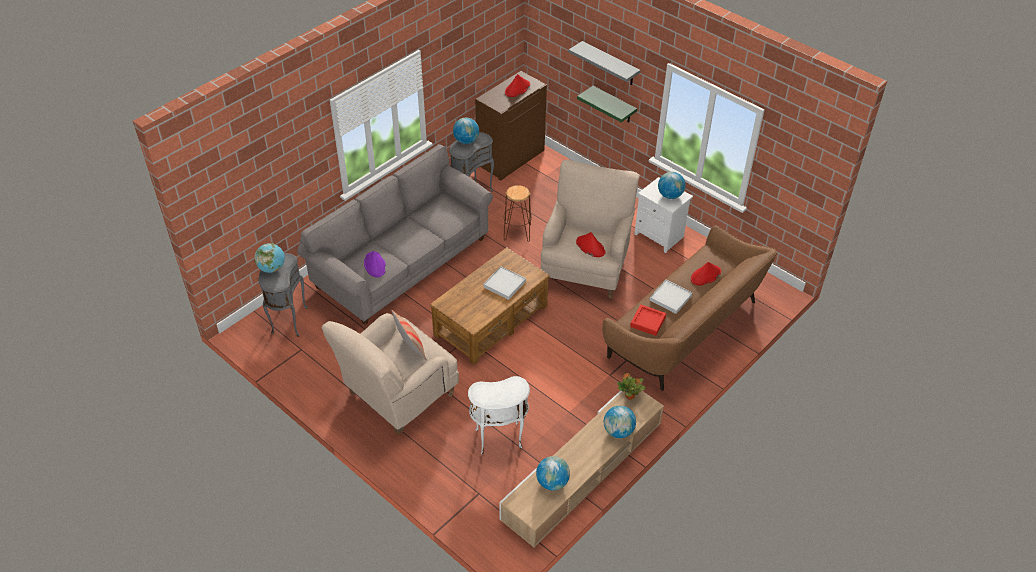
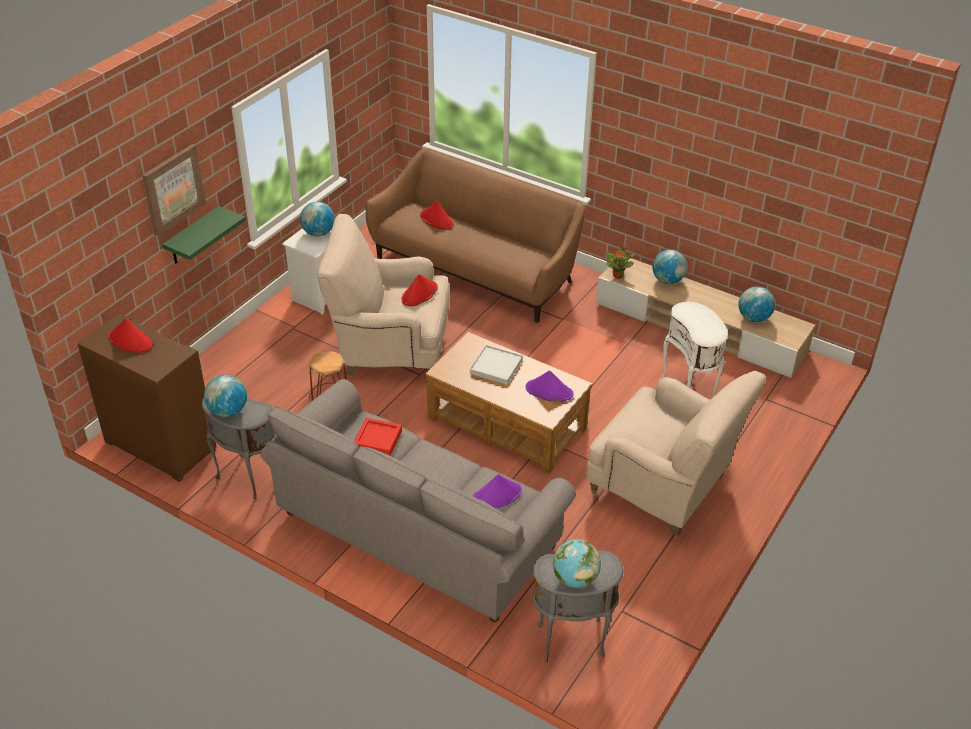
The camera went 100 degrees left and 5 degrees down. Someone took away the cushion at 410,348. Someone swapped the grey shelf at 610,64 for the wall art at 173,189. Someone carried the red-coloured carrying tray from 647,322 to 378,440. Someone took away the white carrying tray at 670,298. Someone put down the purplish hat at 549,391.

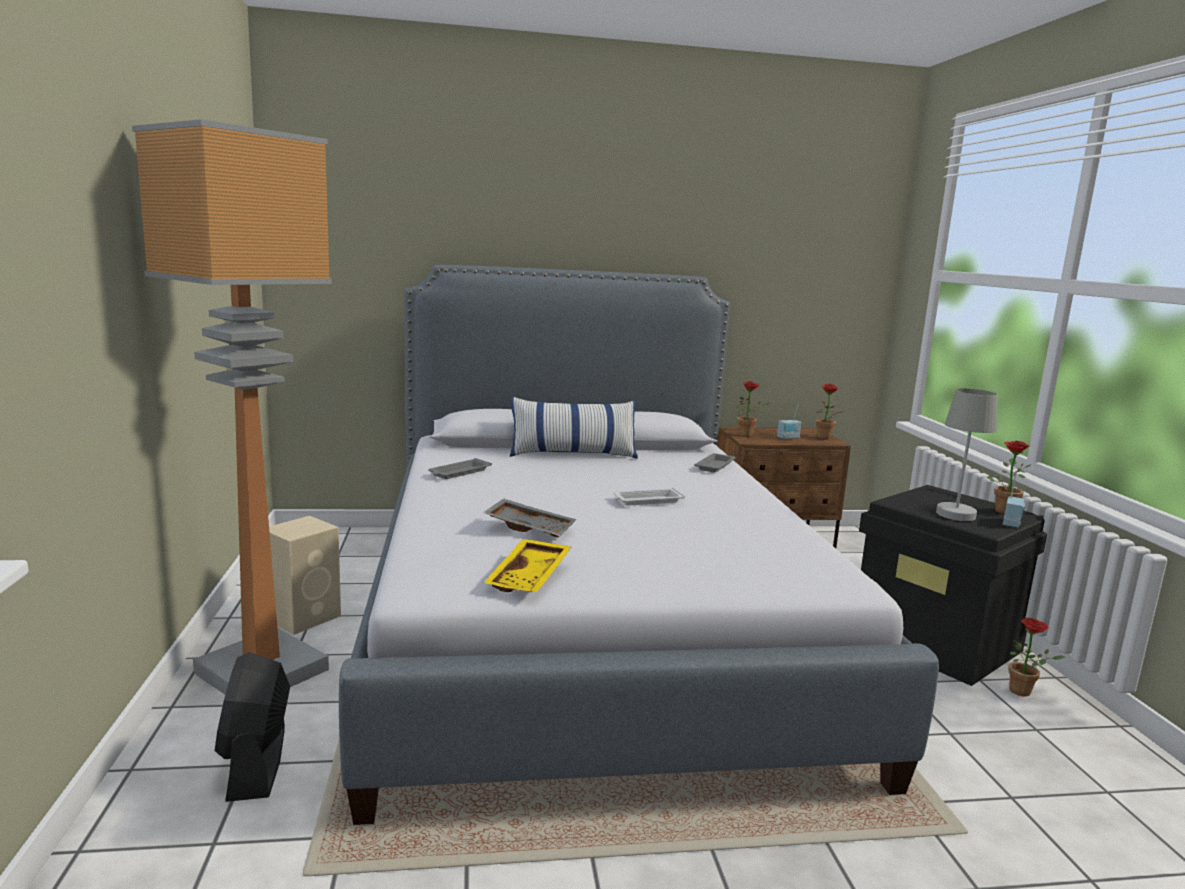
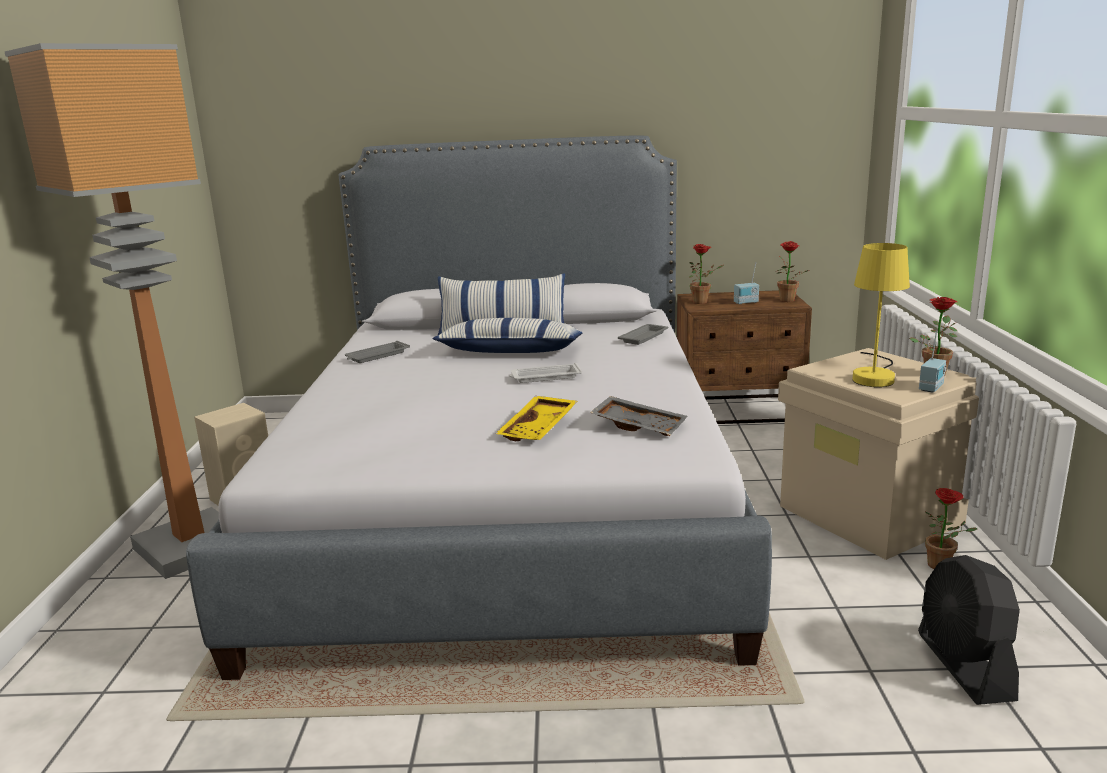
The camera went 10 degrees right and 5 degrees up. Someone carried the black cooling fan from 256,764 to 964,666. Someone carried the grey carrying tray from 530,527 to 639,426. Someone carried the yellowish carrying tray from 530,578 to 539,429. Someone repainted the black storage box at 938,642, which became the sand-coloured storage box at 872,515. Someone repainted the grey tabletop lamp at 954,511, which became the yellowish tabletop lamp at 874,376. Someone put down the cushion at 510,352.

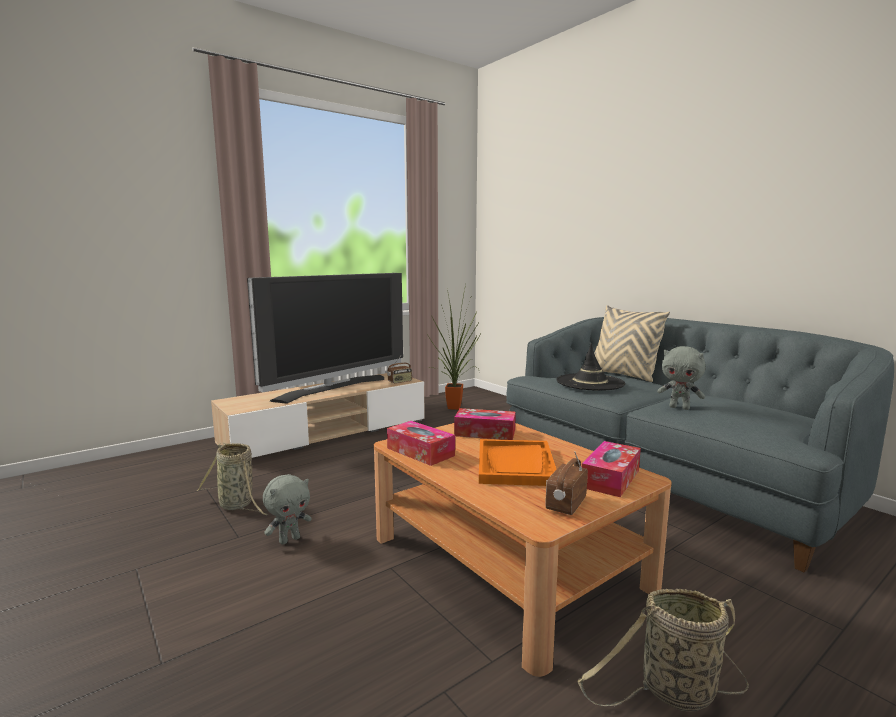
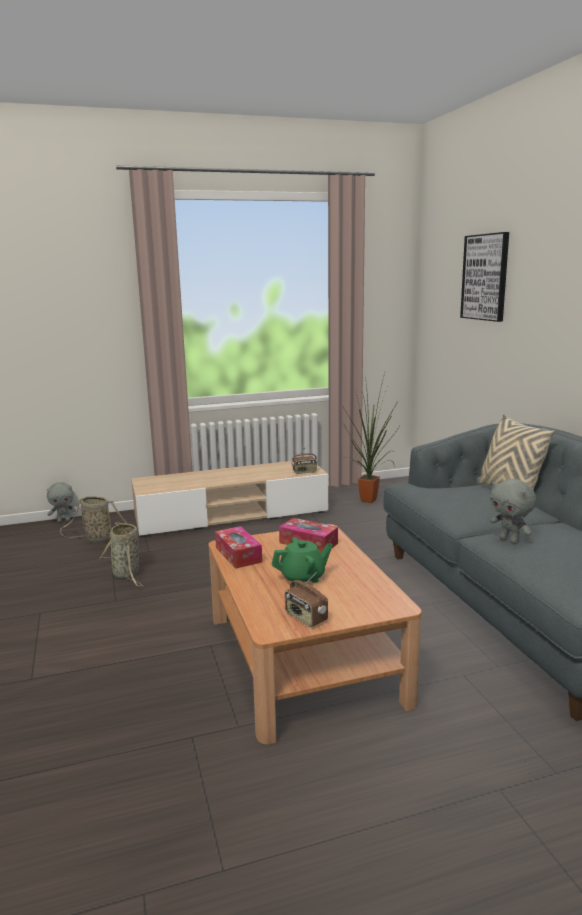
The camera went 20 degrees right and 5 degrees up. Someone took away the TV set at 333,388. Someone carried the grey soft toy from 289,539 to 64,521. Someone swapped the orange-coloured carrying tray at 515,465 for the green-coloured pot for tea at 303,578. Someone rotated the radio at 565,504 by 90 degrees counterclockwise. Someone took away the black hat at 590,382. Someone carried the household basket from 673,693 to 97,539. Someone took away the tissue holder at 610,478. Someone put up the wall art at 485,277.

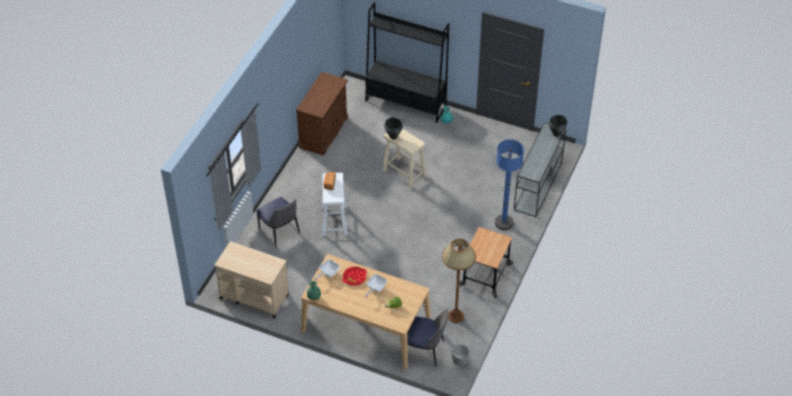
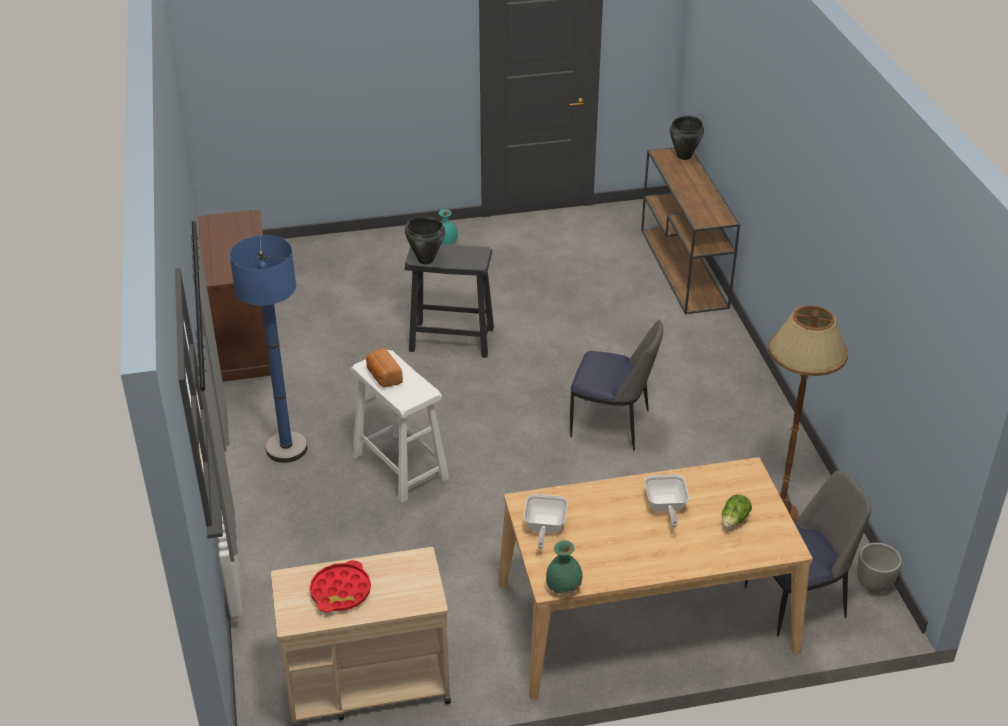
The camera went 35 degrees left and 10 degrees down. Someone carried the plain chair from 280,232 to 612,425. Someone carried the red-coloured carrying tray from 354,277 to 341,591. Someone took away the black bookcase at 405,104. Someone repainted the sand-coloured stool seat at 404,173, which became the black stool seat at 452,339. Someone took away the wheeled cart at 486,275. Someone carried the bluish floor lamp from 504,223 to 286,448. Someone repainted the grey narrow table at 538,187, which became the brown-coloured narrow table at 684,269.

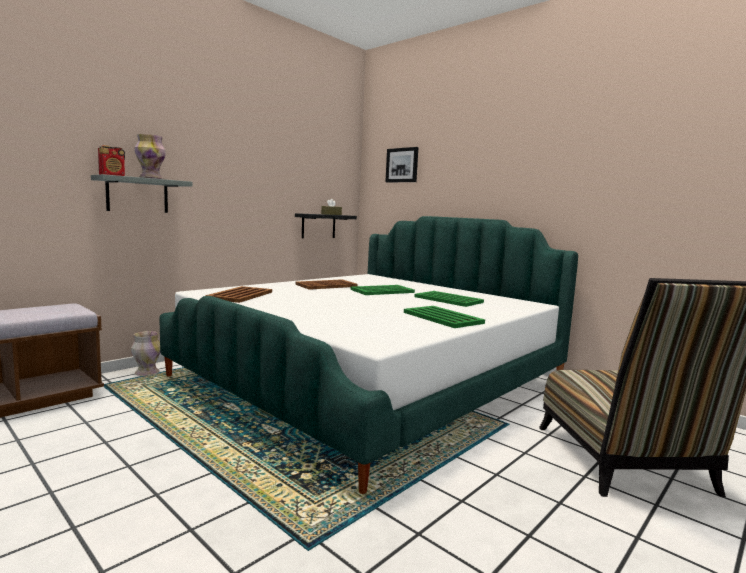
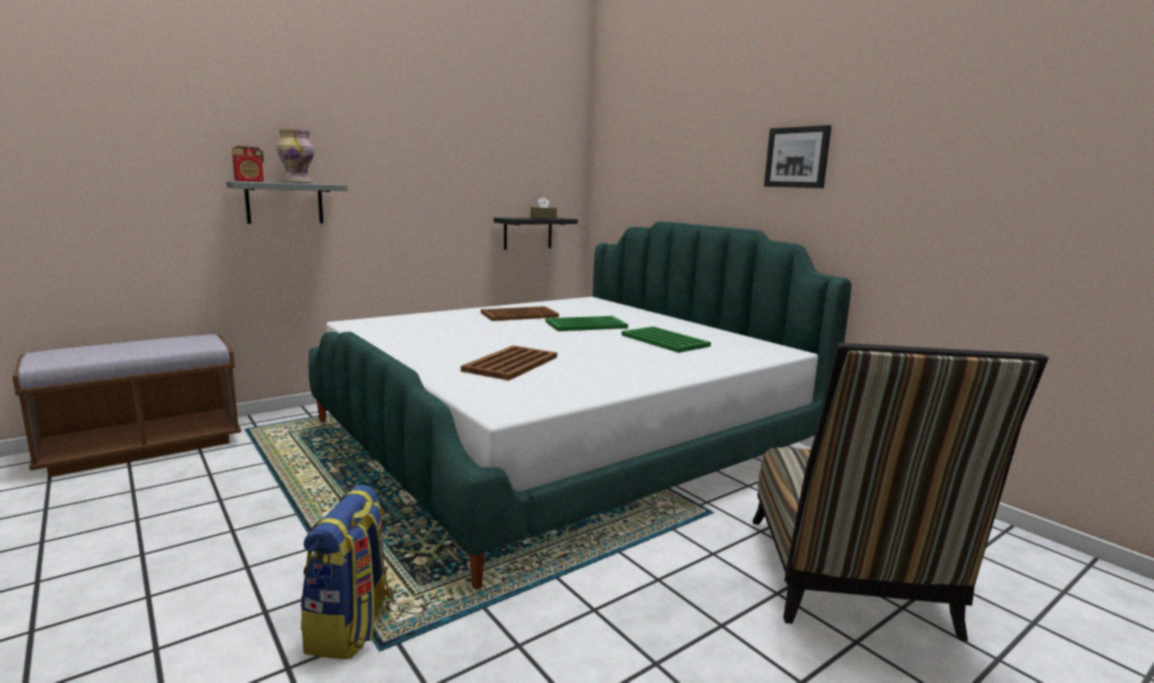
The camera went 10 degrees right and 5 degrees up. Someone took away the flower vase at 146,373. Someone carried the brown-coloured carrying tray from 240,295 to 510,364. Someone carried the wall art from 402,165 to 797,157. Someone took away the green-coloured carrying tray at 442,317. Someone put down the knapsack at 351,627.

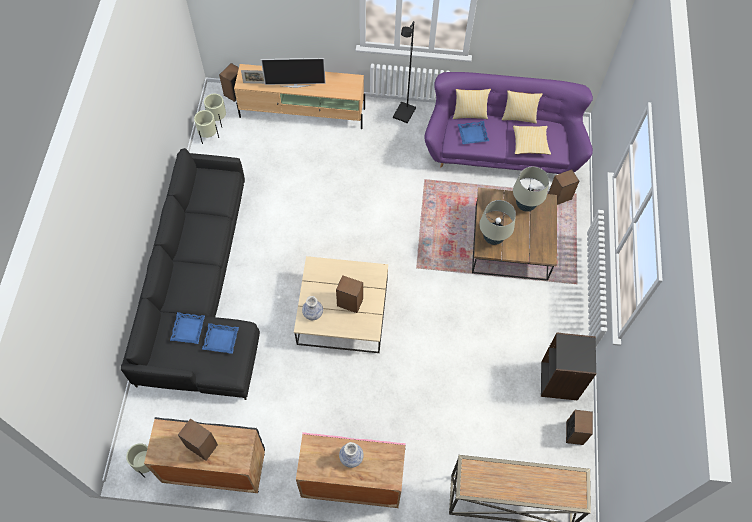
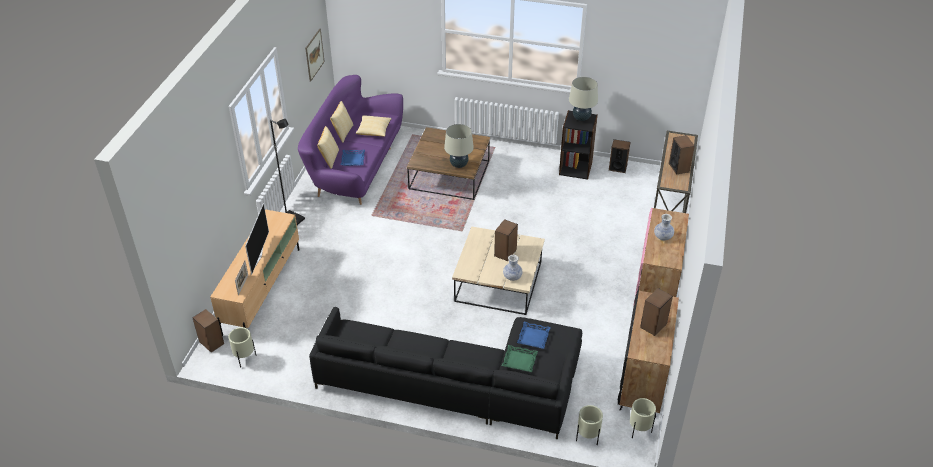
The camera went 80 degrees left and 20 degrees down. Someone repainted the bluish carrying tray at 188,329, which became the green-coloured carrying tray at 519,360. Someone carried the sand-coloured flower pot from 209,137 to 587,438. Someone carried the sand-coloured tabletop lamp from 525,205 to 581,118. Someone carried the loudspeaker from 559,197 to 679,167. Someone put up the wall art at 314,54.

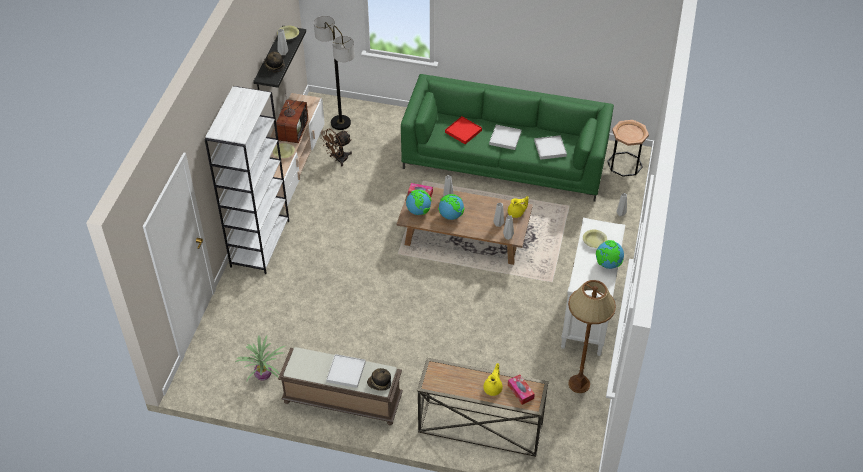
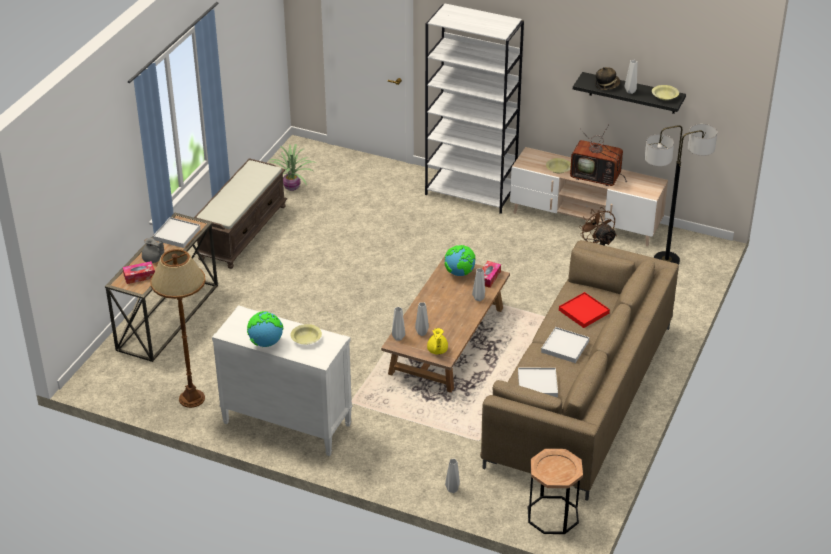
The camera went 100 degrees right and 10 degrees down. Someone carried the white carrying tray from 346,372 to 177,234. Someone took away the hat at 379,384. Someone repainted the green-coloured couch at 505,159, which became the brown-coloured couch at 580,394. Someone took away the desk globe at 451,216. Someone repainted the yellowish pot for tea at 493,388, which became the grey pot for tea at 153,259.

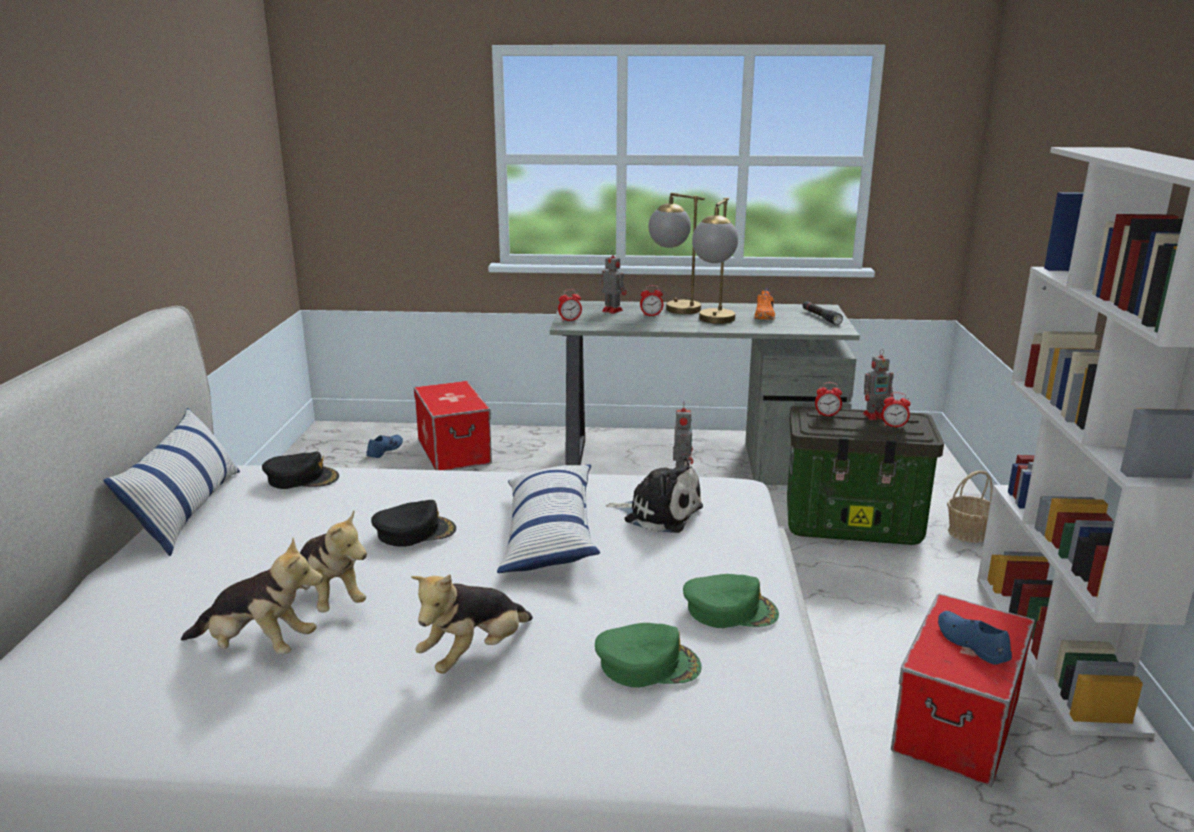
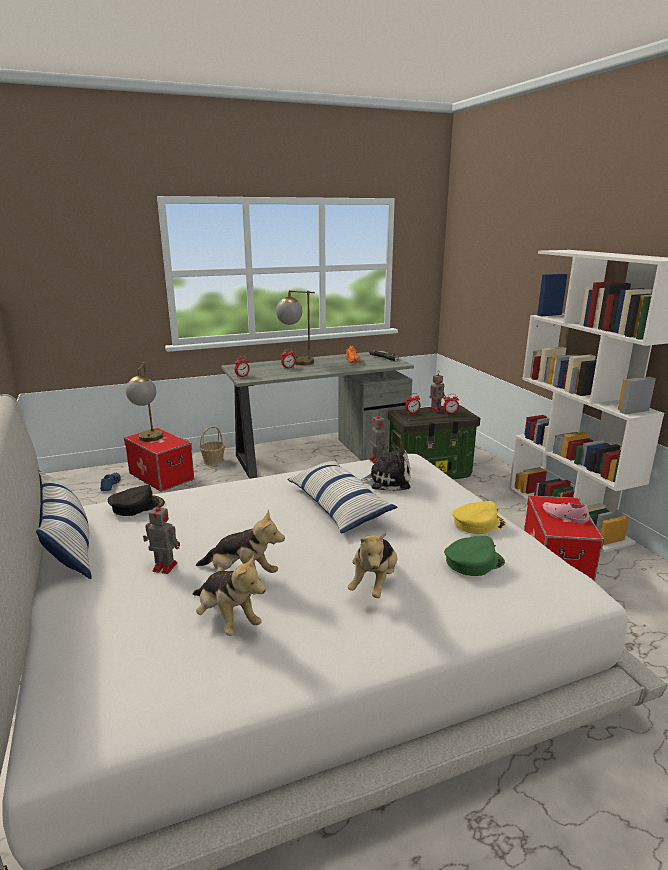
The camera went 25 degrees left and 0 degrees up. Someone rotated the soft toy at 257,647 by 60 degrees clockwise. Someone took away the black cap at 414,532. Someone carried the model robot from 611,310 to 163,567. Someone repainted the green-coloured cap at 730,610, which became the yellowish cap at 478,523. Someone carried the tabletop lamp from 714,322 to 149,440. Someone repainted the bluish item of footwear at 971,643, which became the pinkish item of footwear at 564,516. Someone carried the household basket from 968,533 to 213,461.

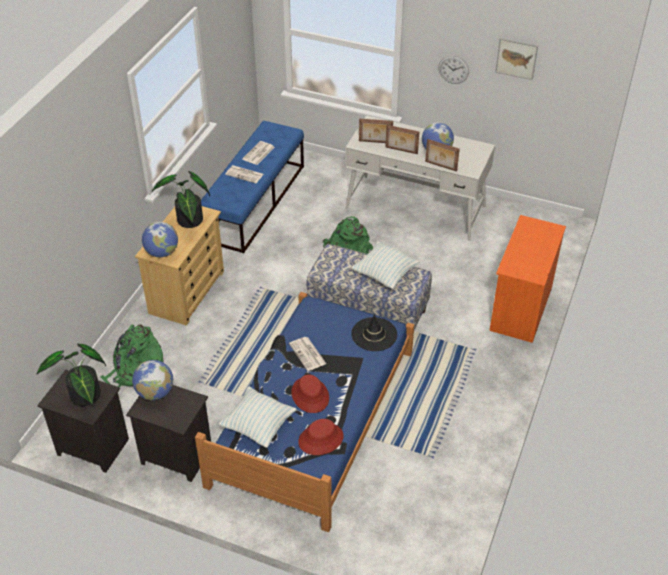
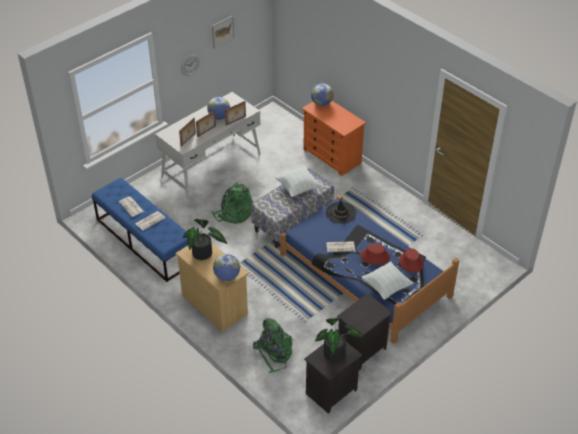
The camera went 65 degrees left and 0 degrees up. Someone carried the desk globe from 155,393 to 321,103.

